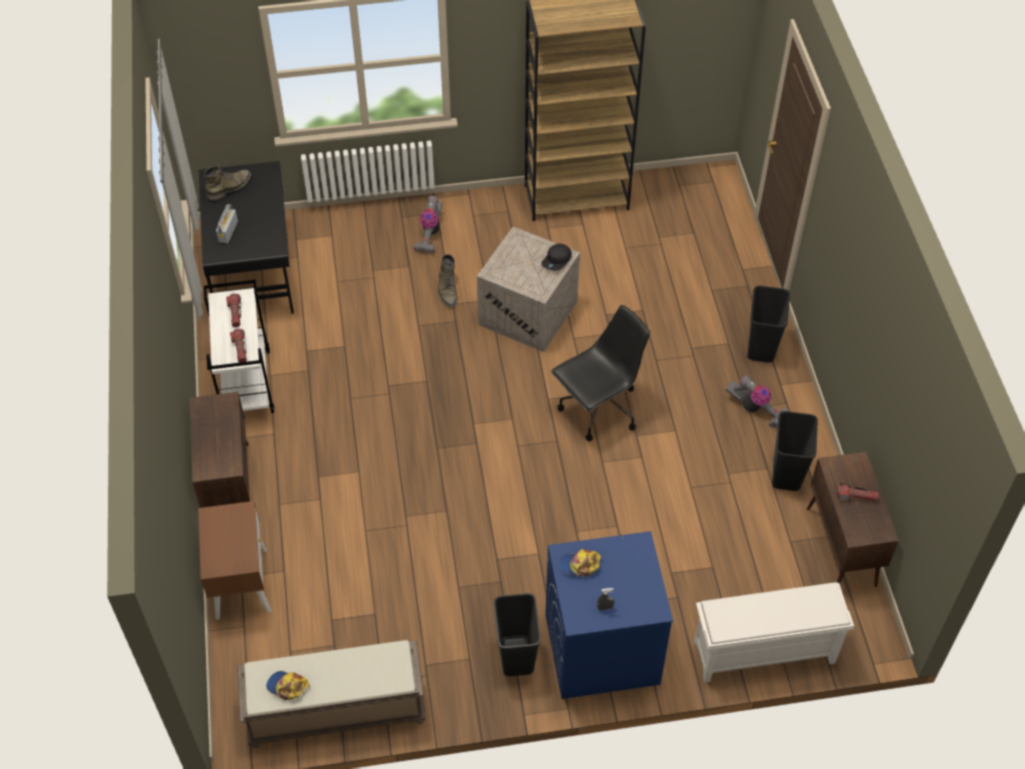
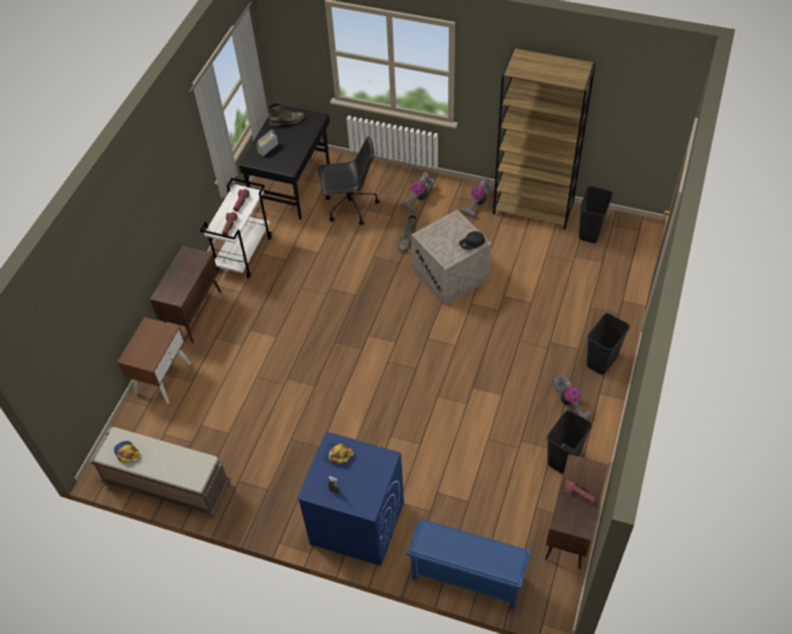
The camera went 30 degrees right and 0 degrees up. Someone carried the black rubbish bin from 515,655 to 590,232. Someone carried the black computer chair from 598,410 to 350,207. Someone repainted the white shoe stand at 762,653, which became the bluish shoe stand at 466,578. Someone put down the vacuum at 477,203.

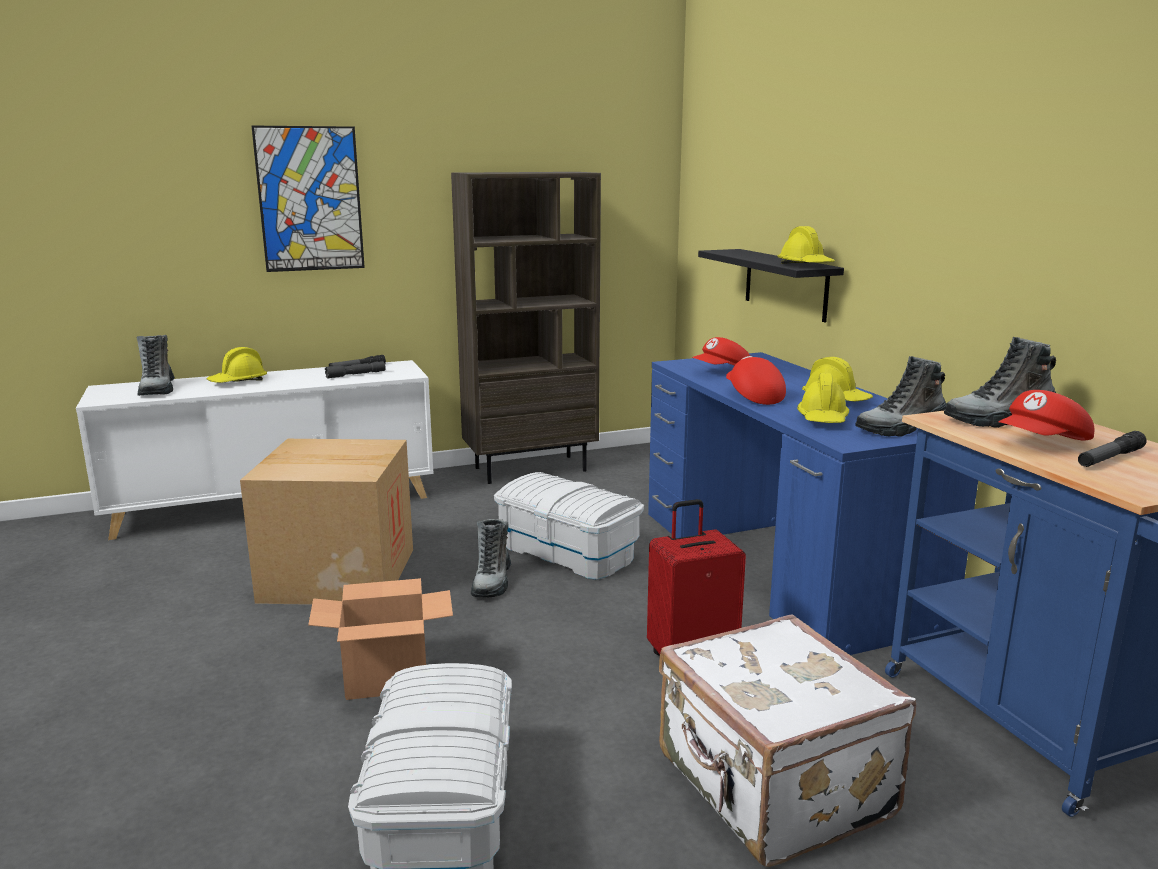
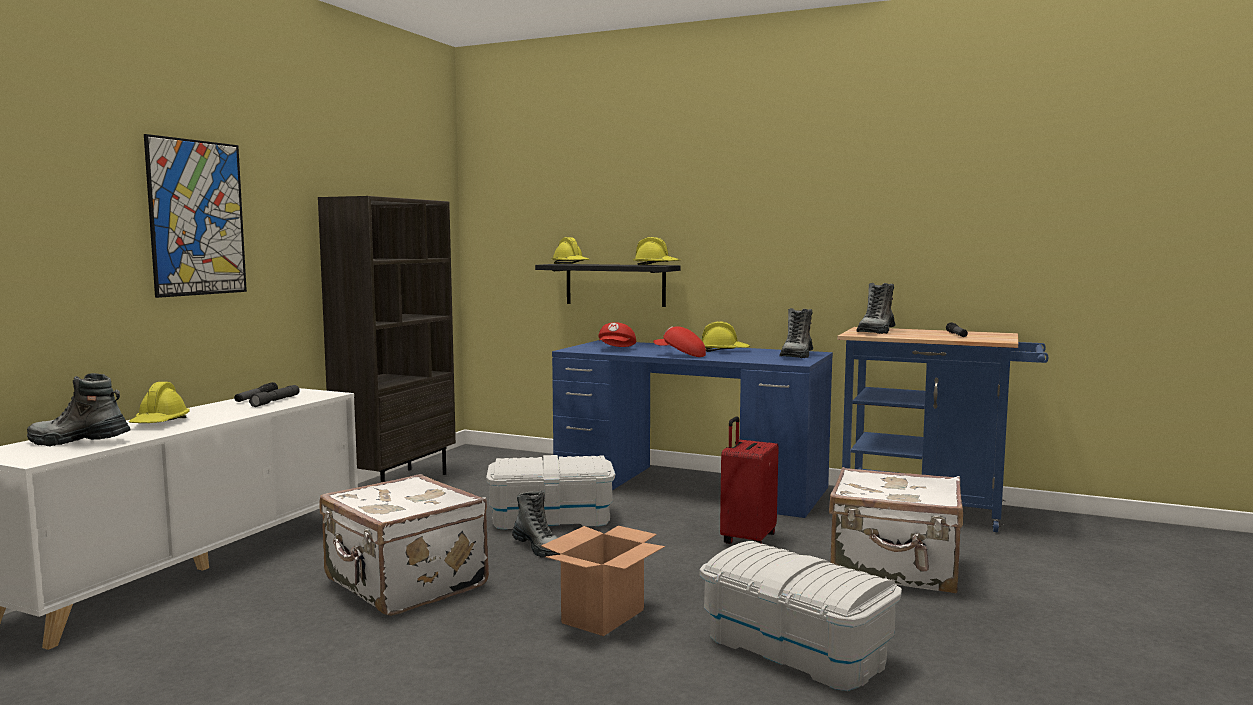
The camera went 45 degrees left and 10 degrees down. Someone rotated the tall boot at 158,389 by 150 degrees clockwise. Someone swapped the cardboard box at 339,575 for the white piece of luggage at 404,584. Someone carried the yellowish work helmet from 823,419 to 570,264. Someone took away the red-coloured cap at 1043,443.

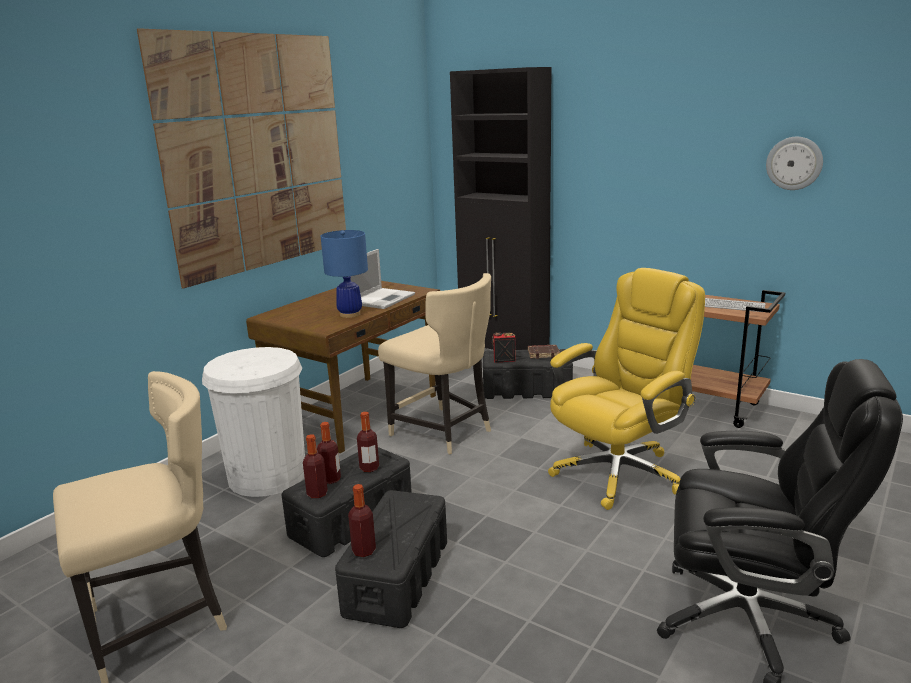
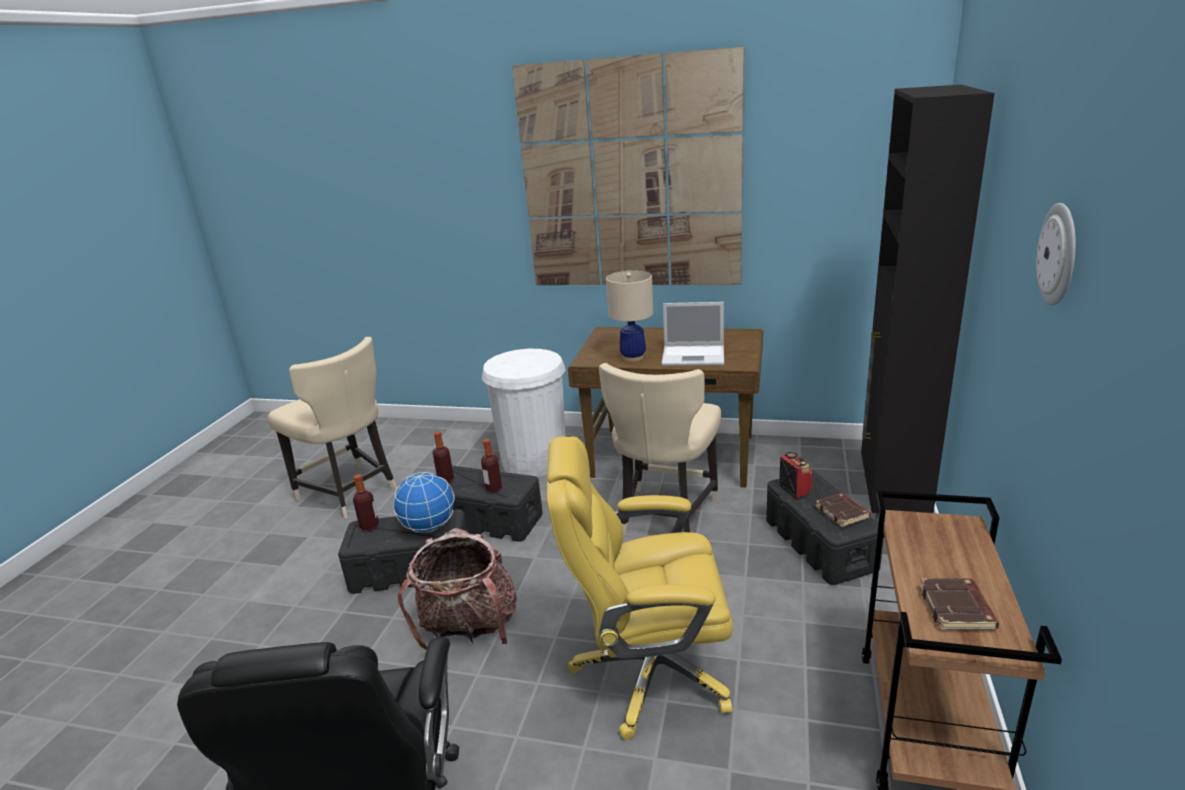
The camera went 70 degrees right and 5 degrees up. Someone took away the beverage bottle at 330,479. Someone repainted the bluish tabletop lamp at 350,314, which became the sand-coloured tabletop lamp at 633,358. Someone rotated the yellowish computer chair at 619,472 by 150 degrees clockwise. Someone swapped the keyboard at 733,306 for the brown-coloured bound book at 958,609. Someone carried the hanging clock from 794,163 to 1059,254. Someone put down the desk globe at 429,527. Someone put down the knapsack at 469,630.

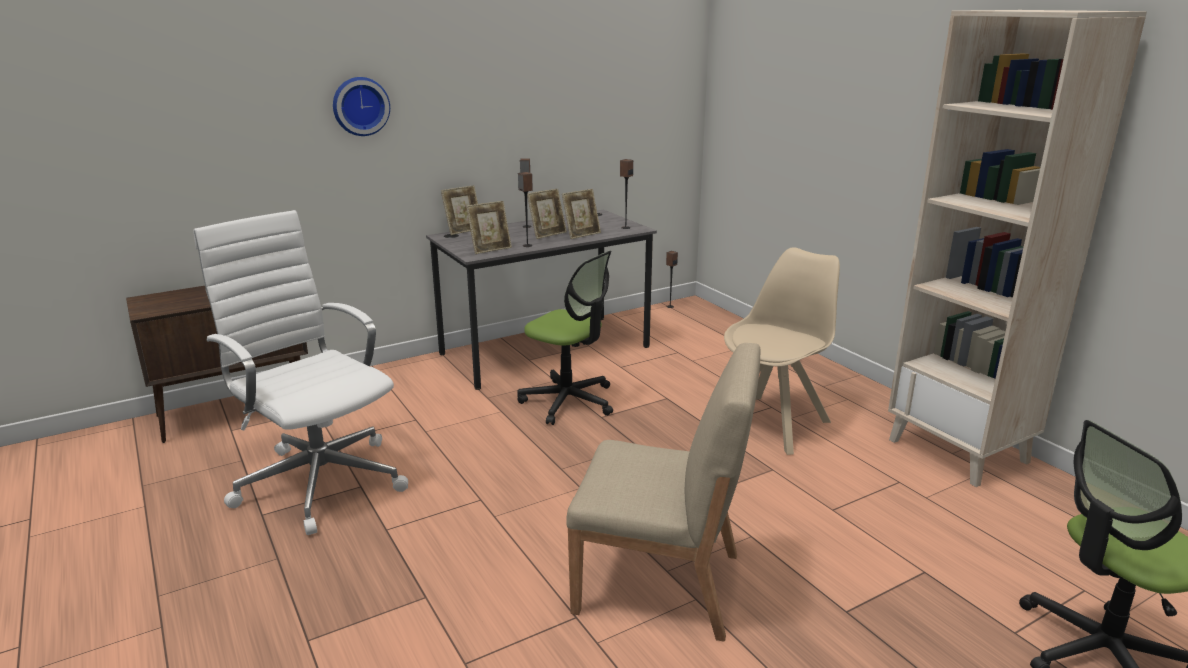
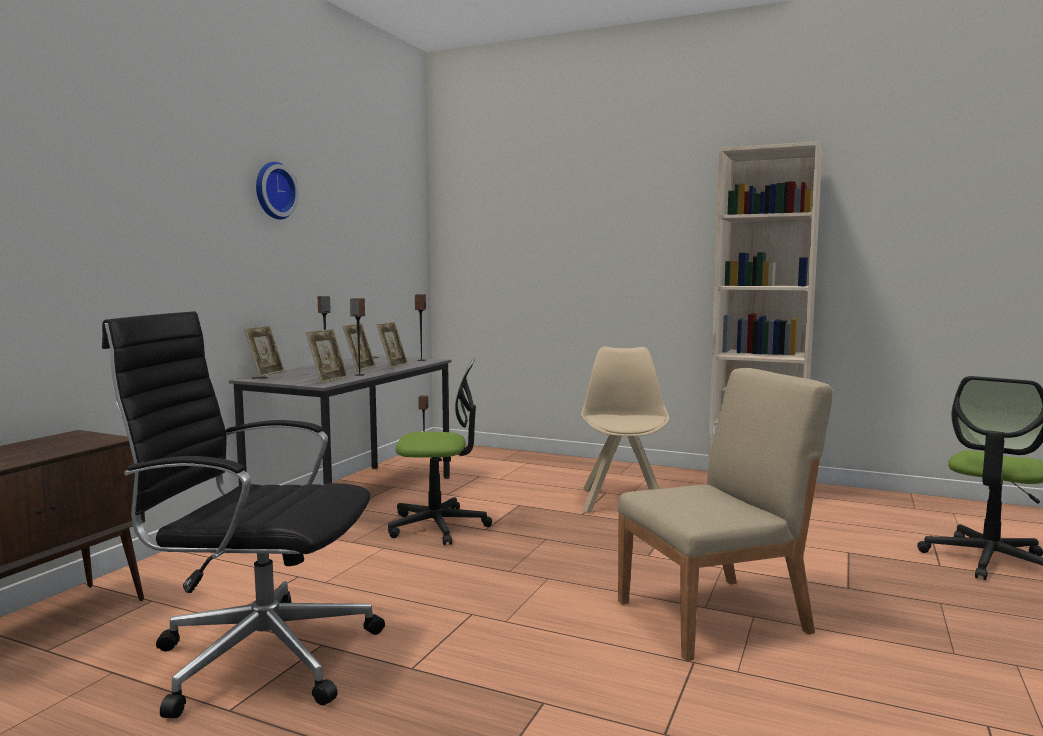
The camera went 35 degrees left and 15 degrees down. Someone repainted the white computer chair at 319,480, which became the black computer chair at 259,655. Someone carried the hanging clock from 360,106 to 273,191.

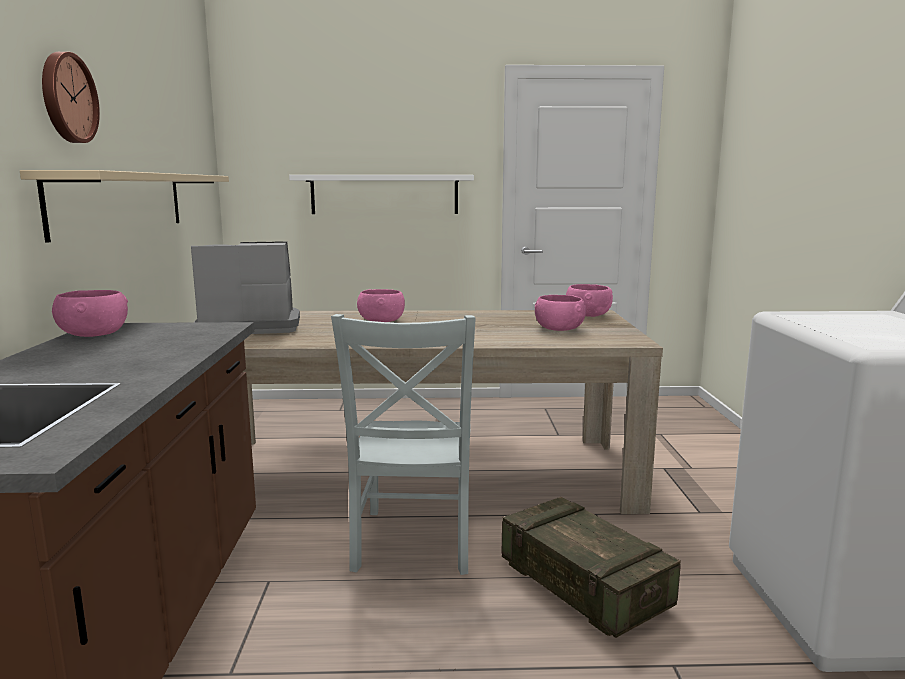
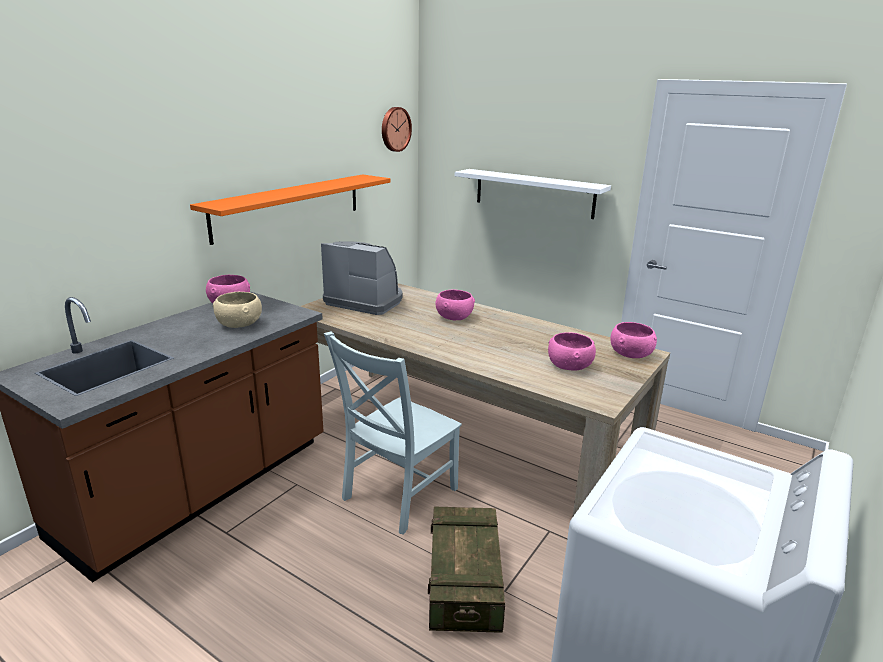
The camera went 35 degrees right and 10 degrees up. Someone repainted the sand-coloured shelf at 122,202, which became the orange-coloured shelf at 289,206. Someone carried the hanging clock from 67,98 to 394,129. Someone put down the sand-coloured bowl at 239,324.

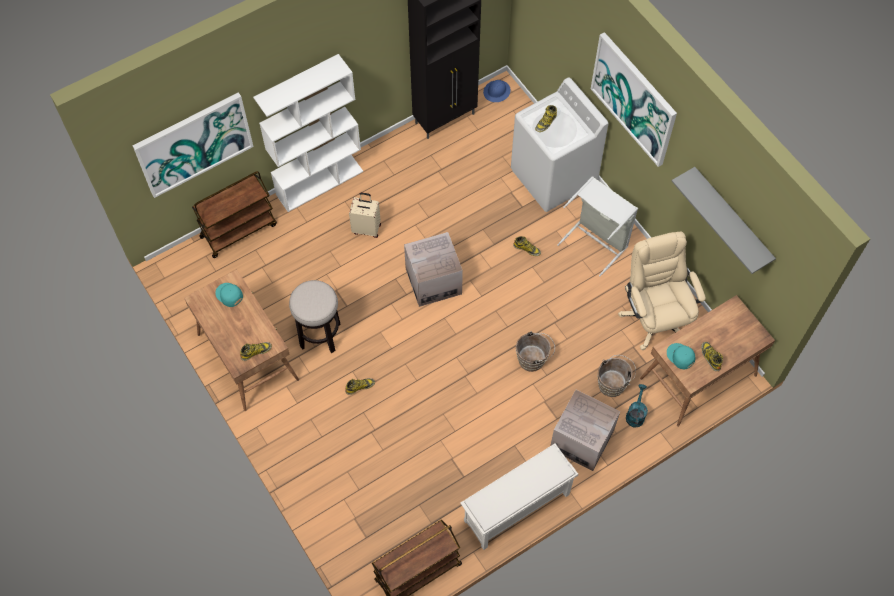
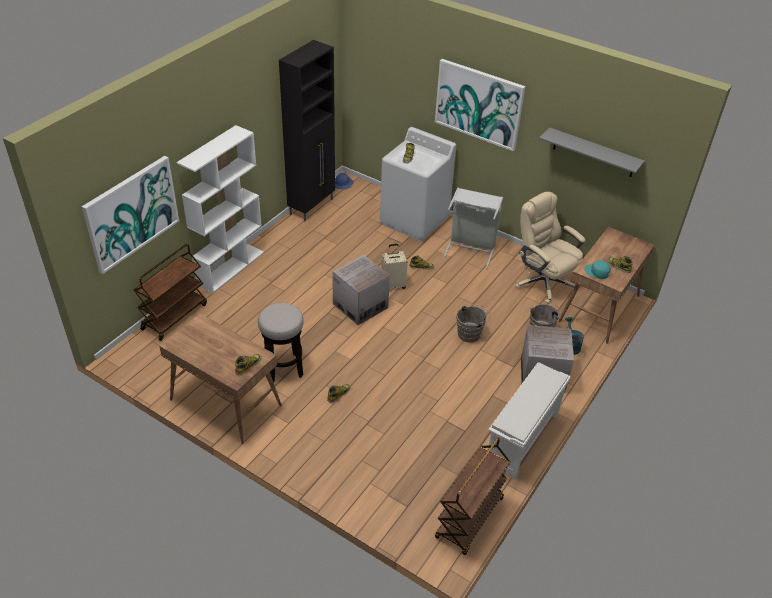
The camera went 25 degrees left and 20 degrees down. Someone took away the turquoise-coloured cap at 229,295. Someone carried the sand-coloured piece of luggage from 367,228 to 393,285.

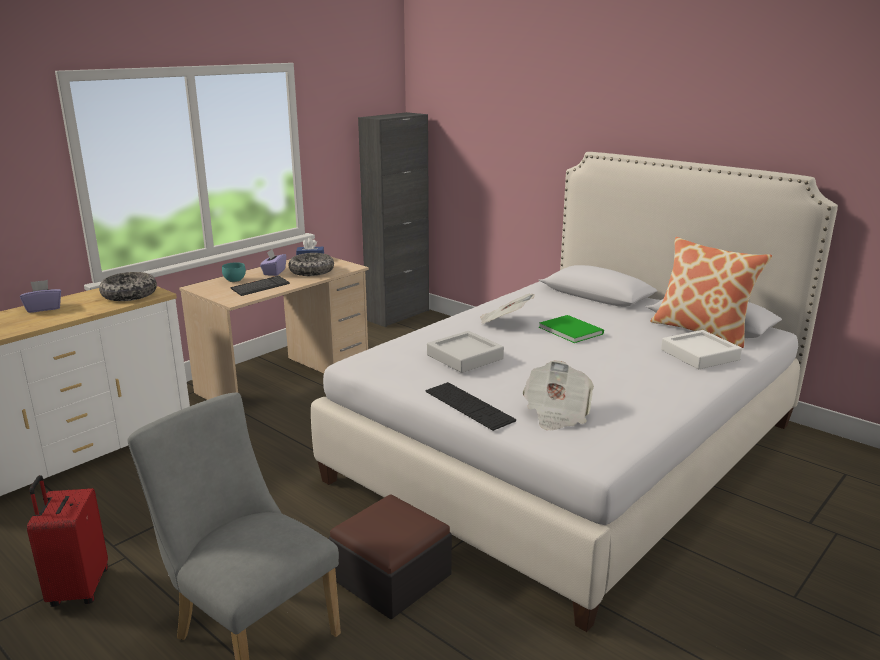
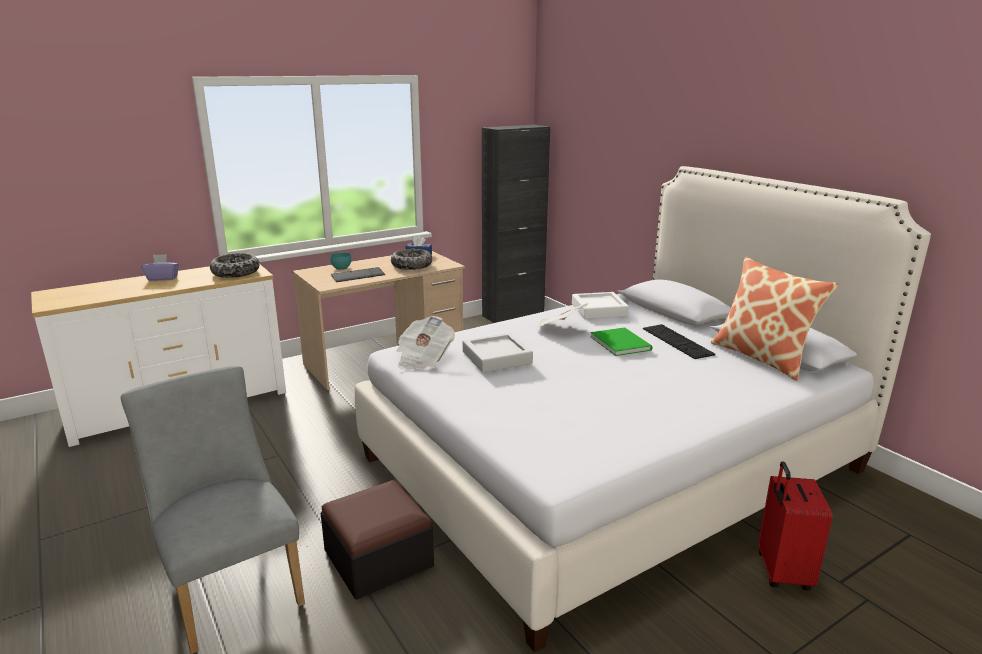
The camera went 15 degrees right and 0 degrees up. Someone carried the red-coloured piece of luggage from 78,589 to 781,572. Someone took away the purplish tissue holder at 274,272. Someone carried the keyboard from 469,405 to 677,341. Someone carried the daily paper from 556,413 to 423,359. Someone carried the white carrying tray from 699,355 to 599,310.

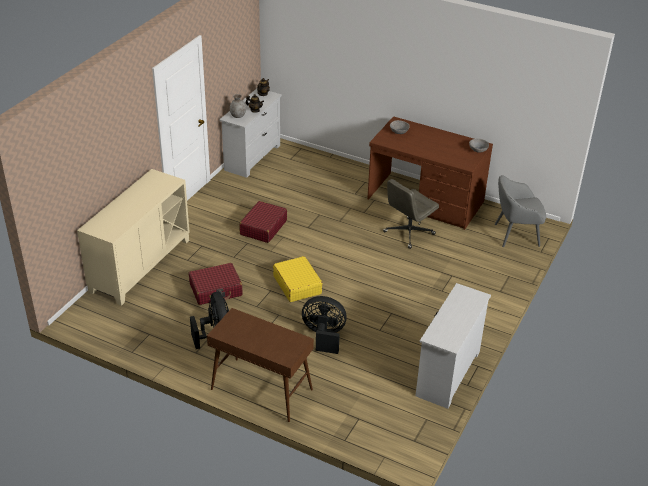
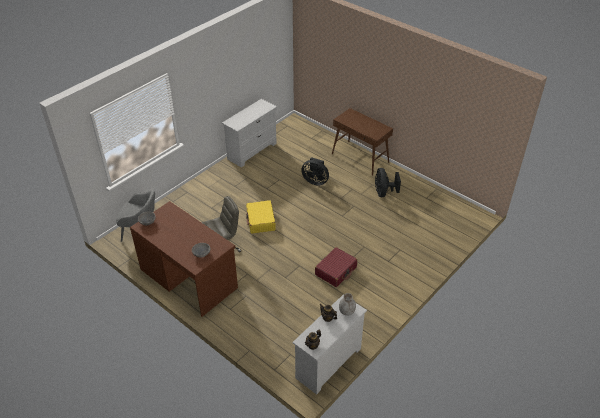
The camera went 165 degrees left and 5 degrees up. Someone took away the sand-coloured cupboard at 140,265. Someone took away the red-coloured piece of luggage at 216,290. Someone carried the yellowish piece of luggage from 297,285 to 261,221.

